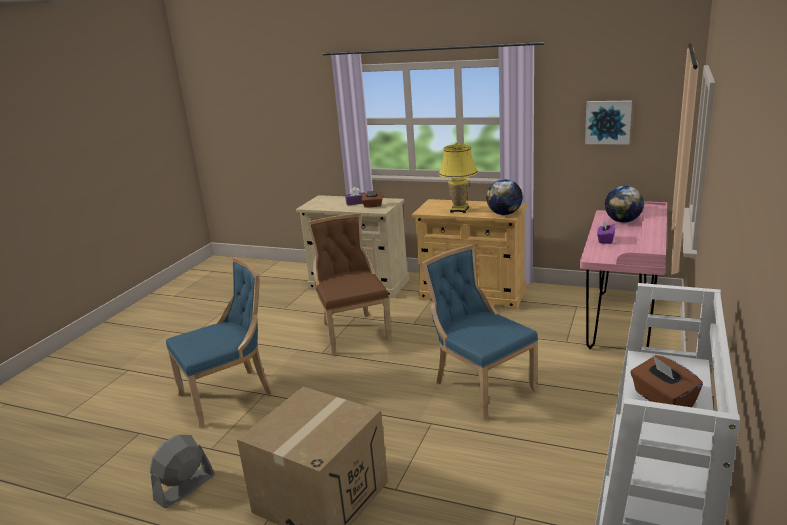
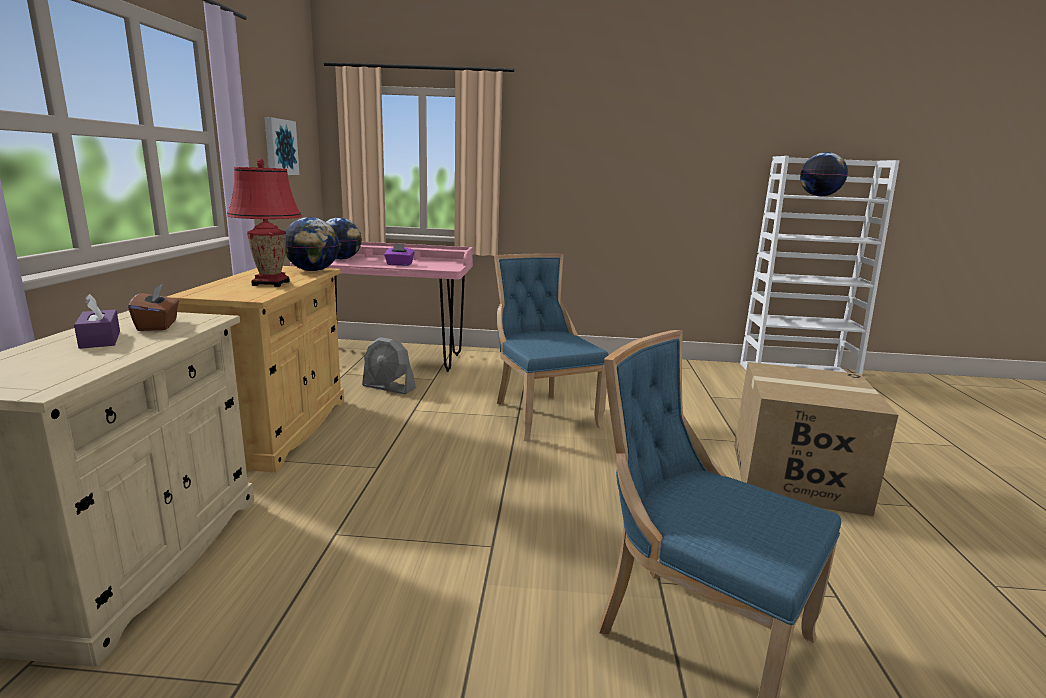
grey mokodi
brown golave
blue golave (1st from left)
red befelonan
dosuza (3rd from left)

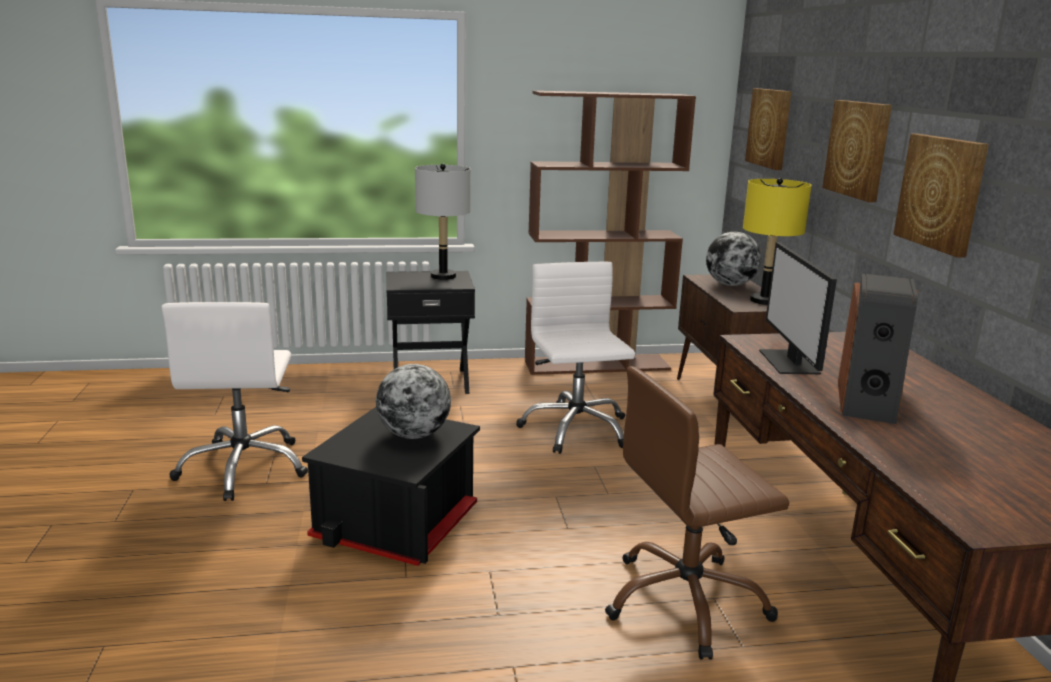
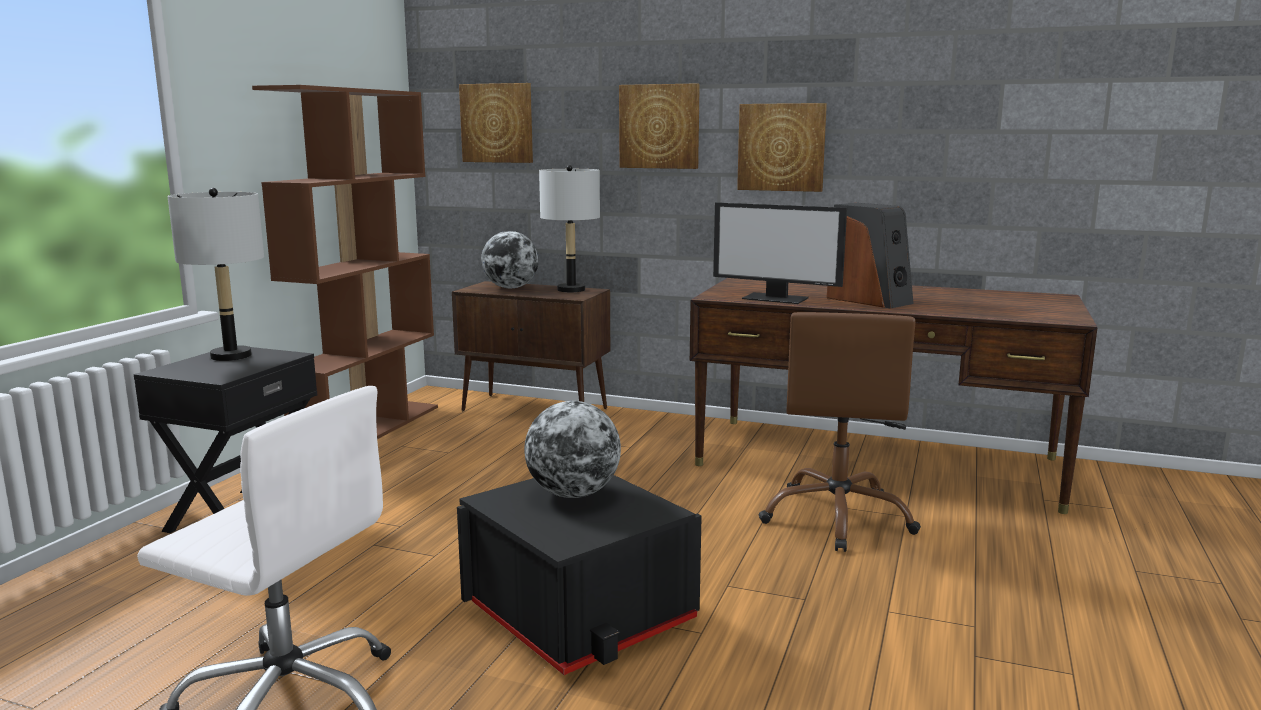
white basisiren (2nd from left in the first image)
grey befelonan (2nd from left)

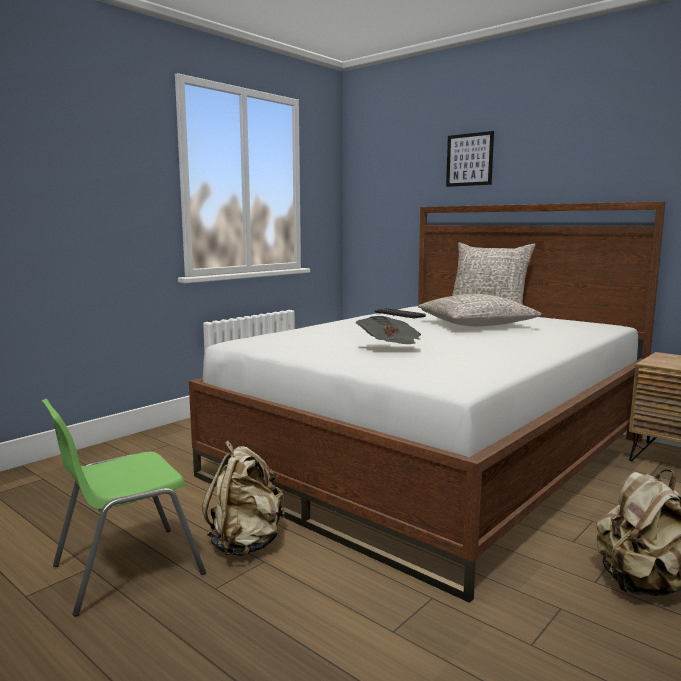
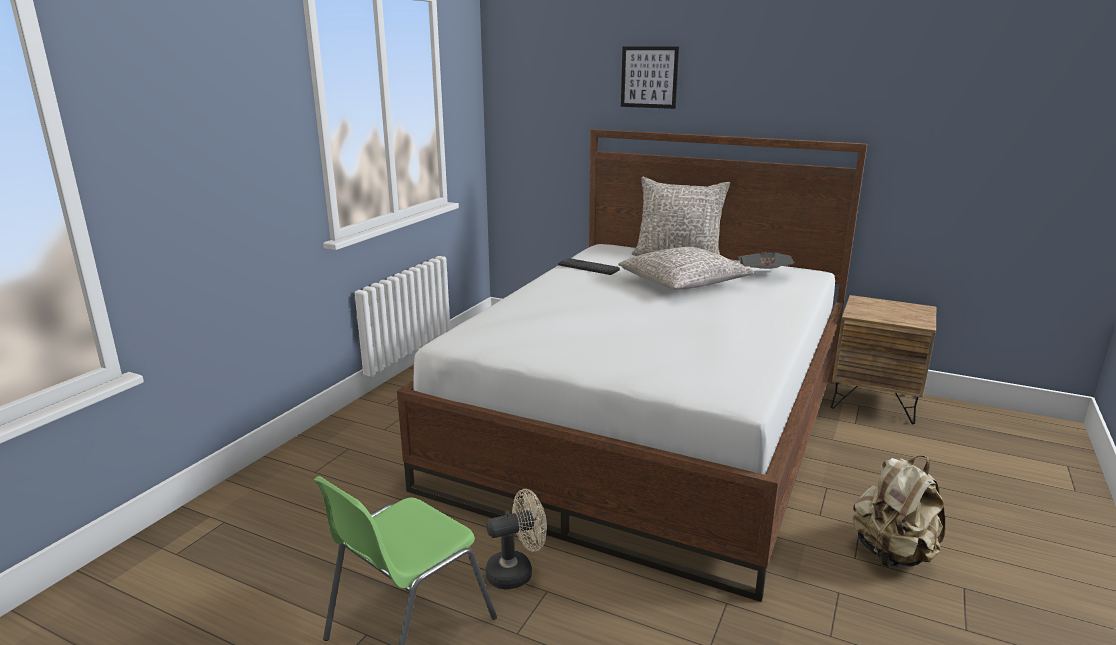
beige mokodi
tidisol

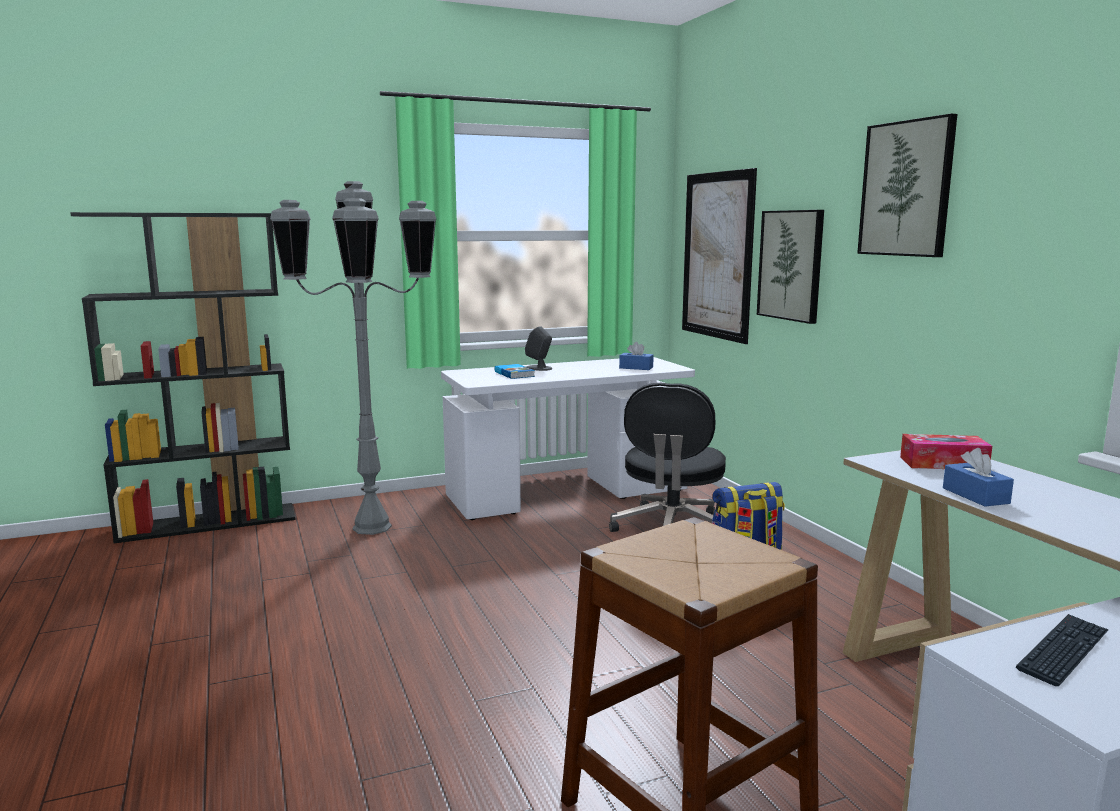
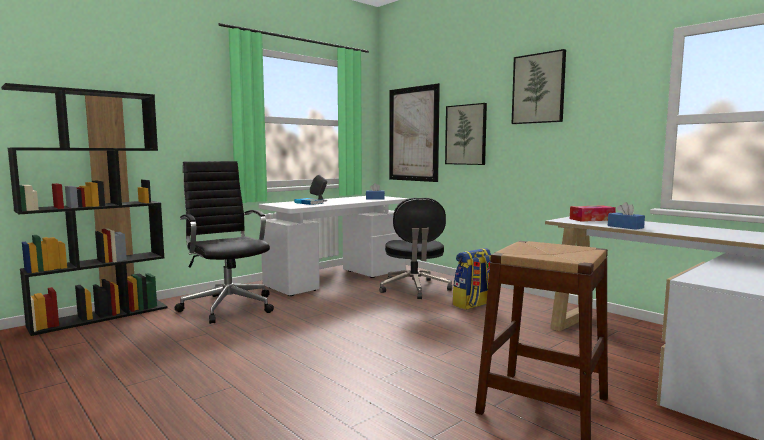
black basisiren (1st from left)
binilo

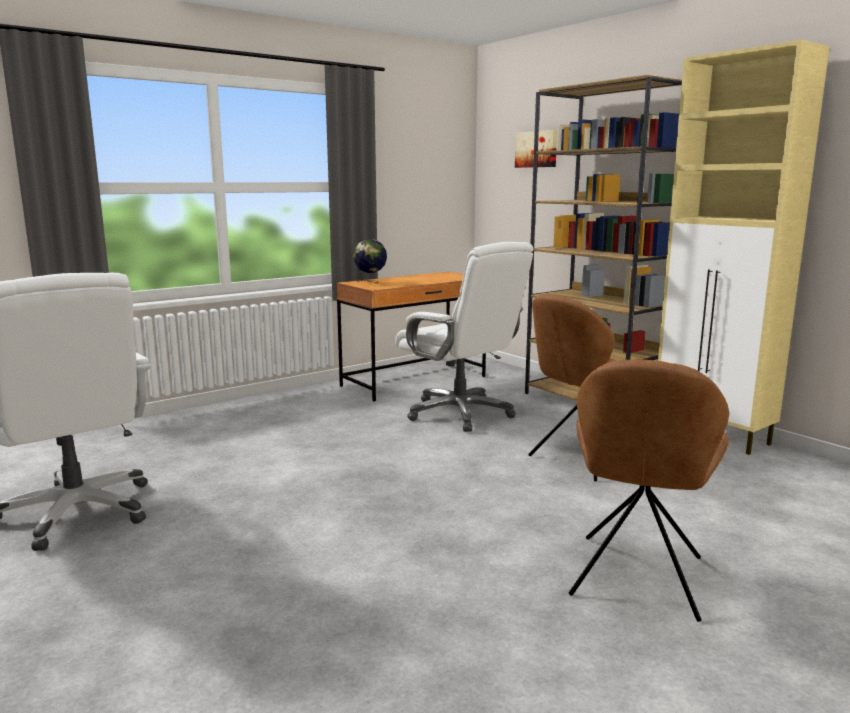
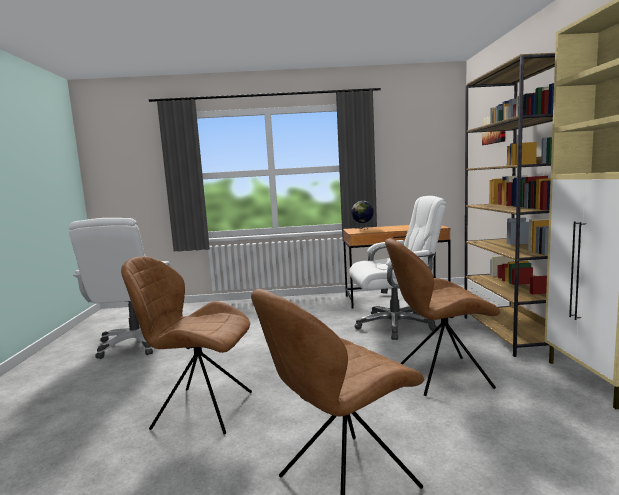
white basisiren (2nd from left)
brown golave (1st from left)

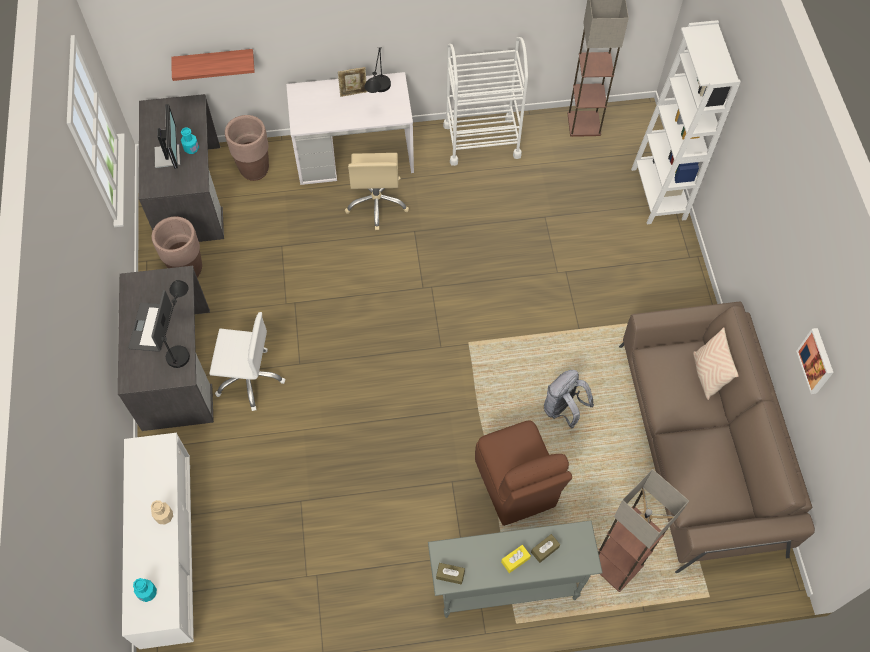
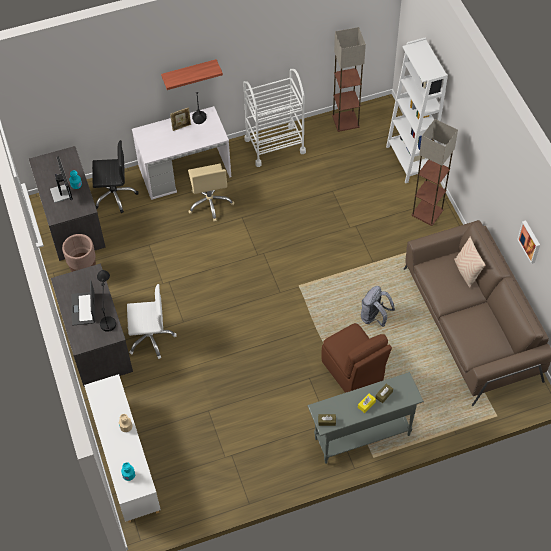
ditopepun
black basisiren
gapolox (2nd from left)

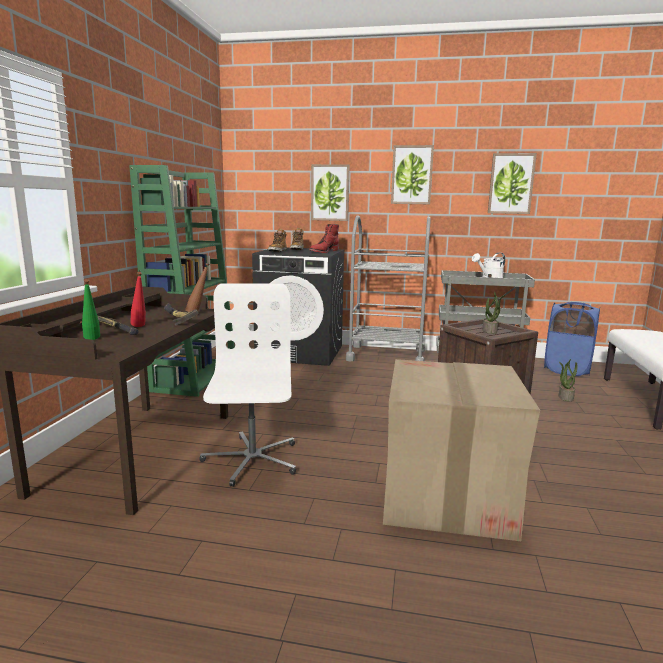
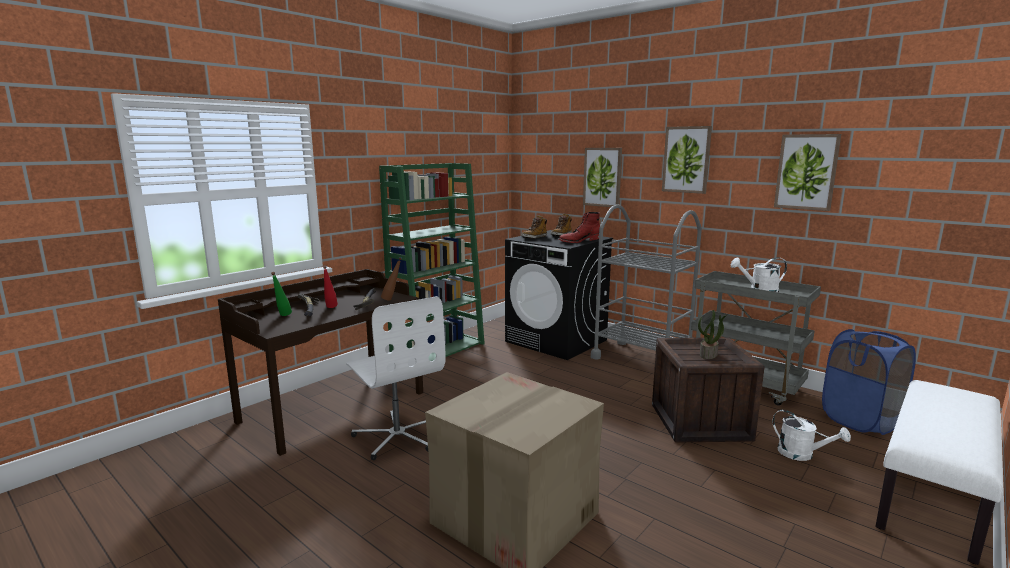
white basisiren
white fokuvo (2nd from left)

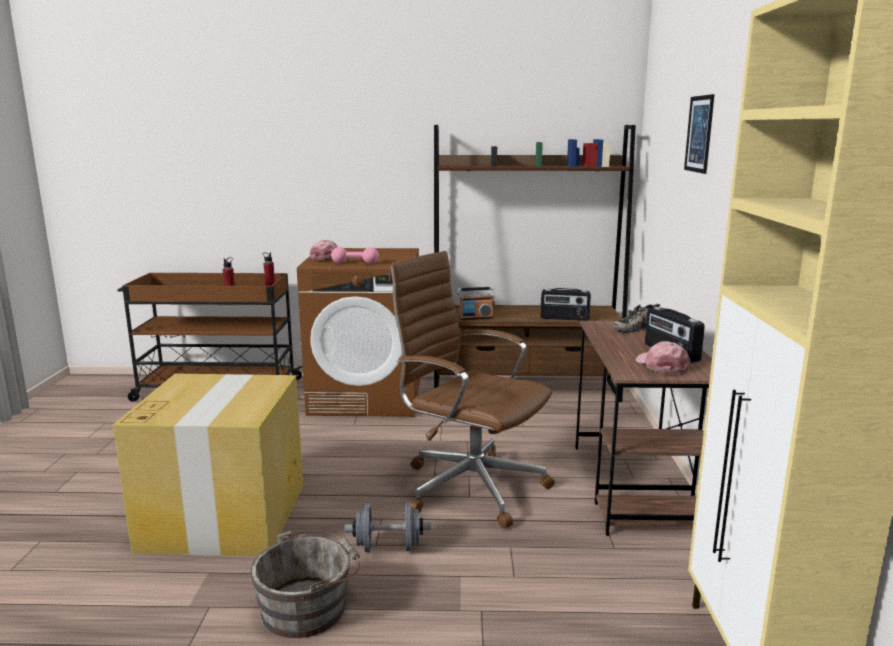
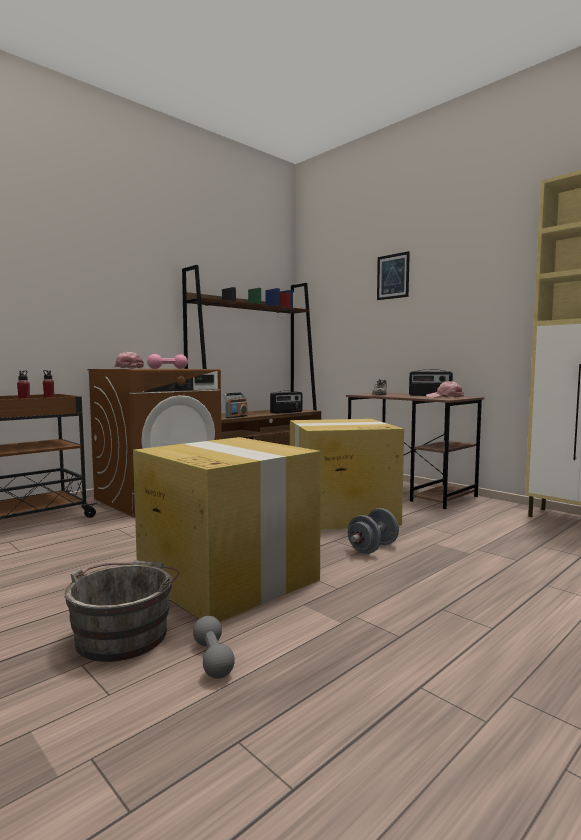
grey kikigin
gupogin (2nd from left)
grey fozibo (1st from left)

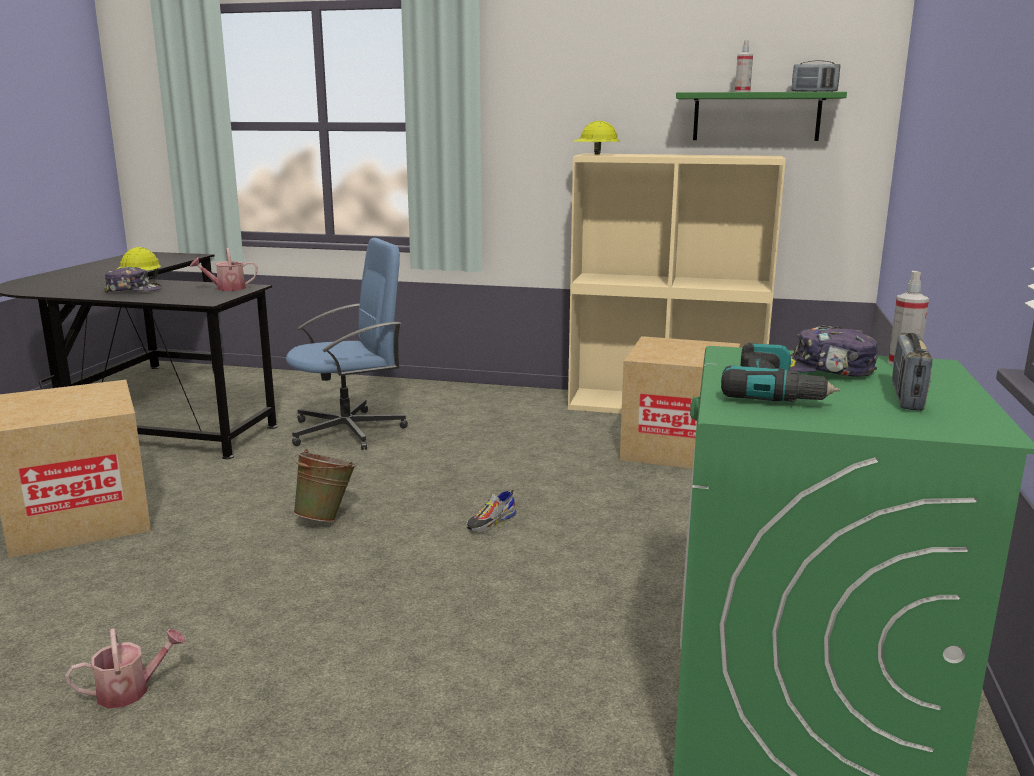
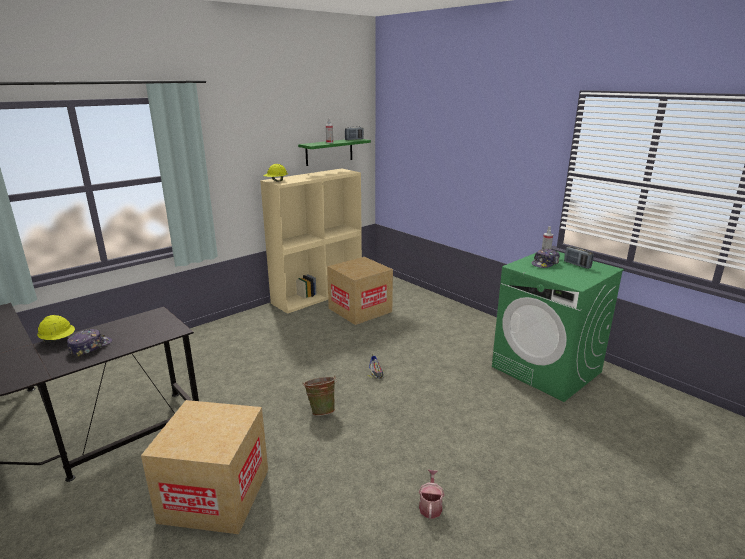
fokuvo (2nd from left in the first image)
blue basisiren
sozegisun

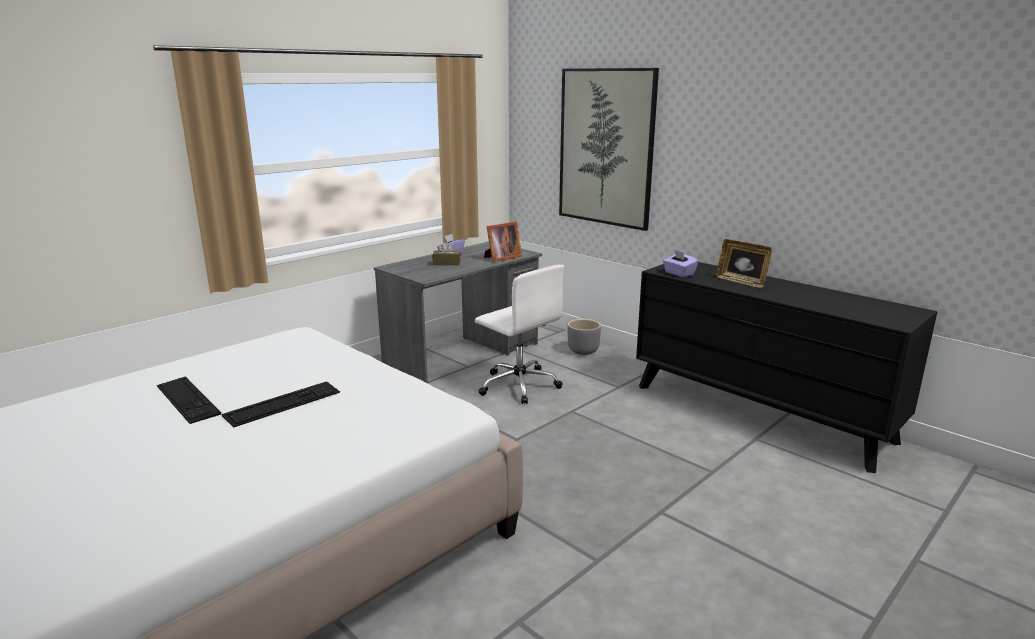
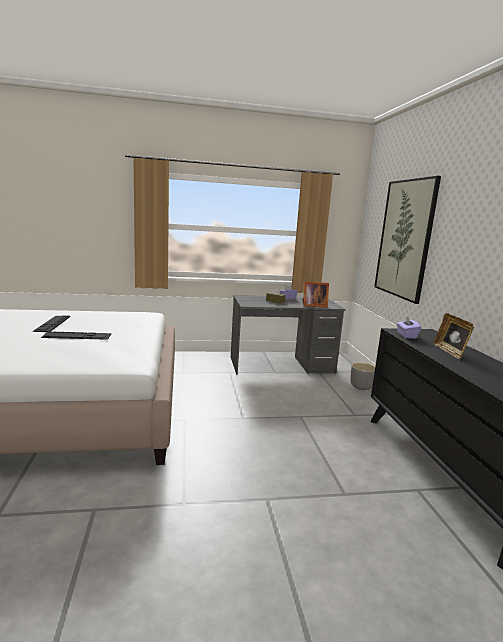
white basisiren

